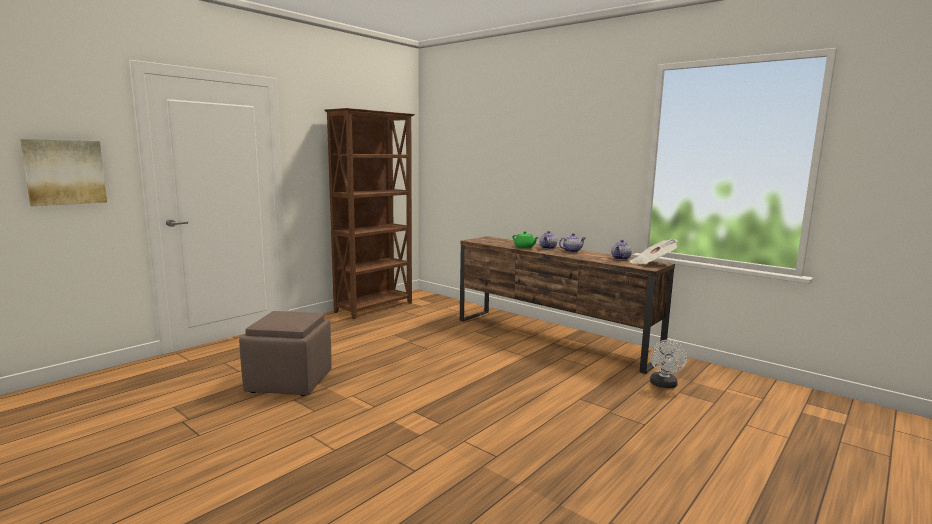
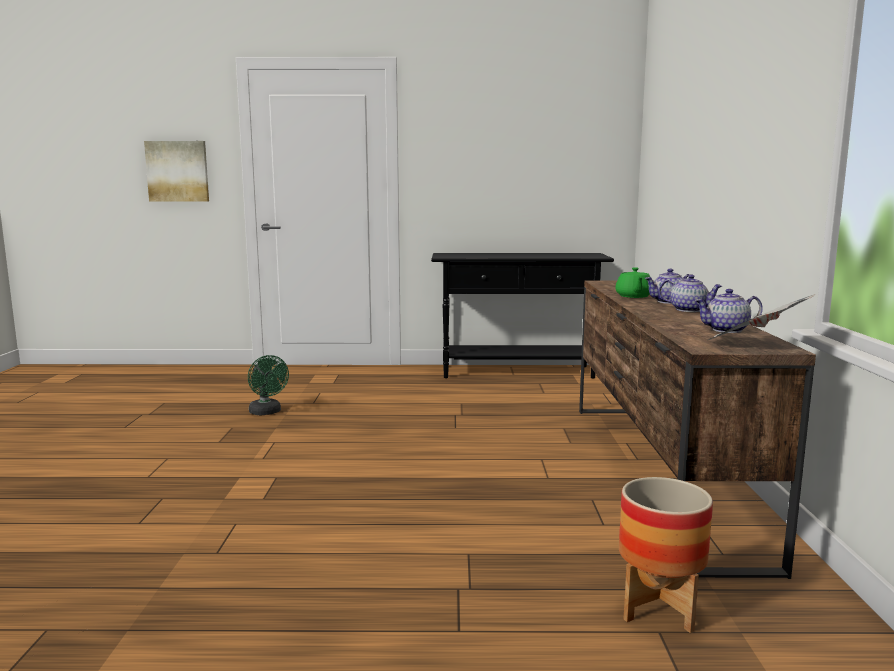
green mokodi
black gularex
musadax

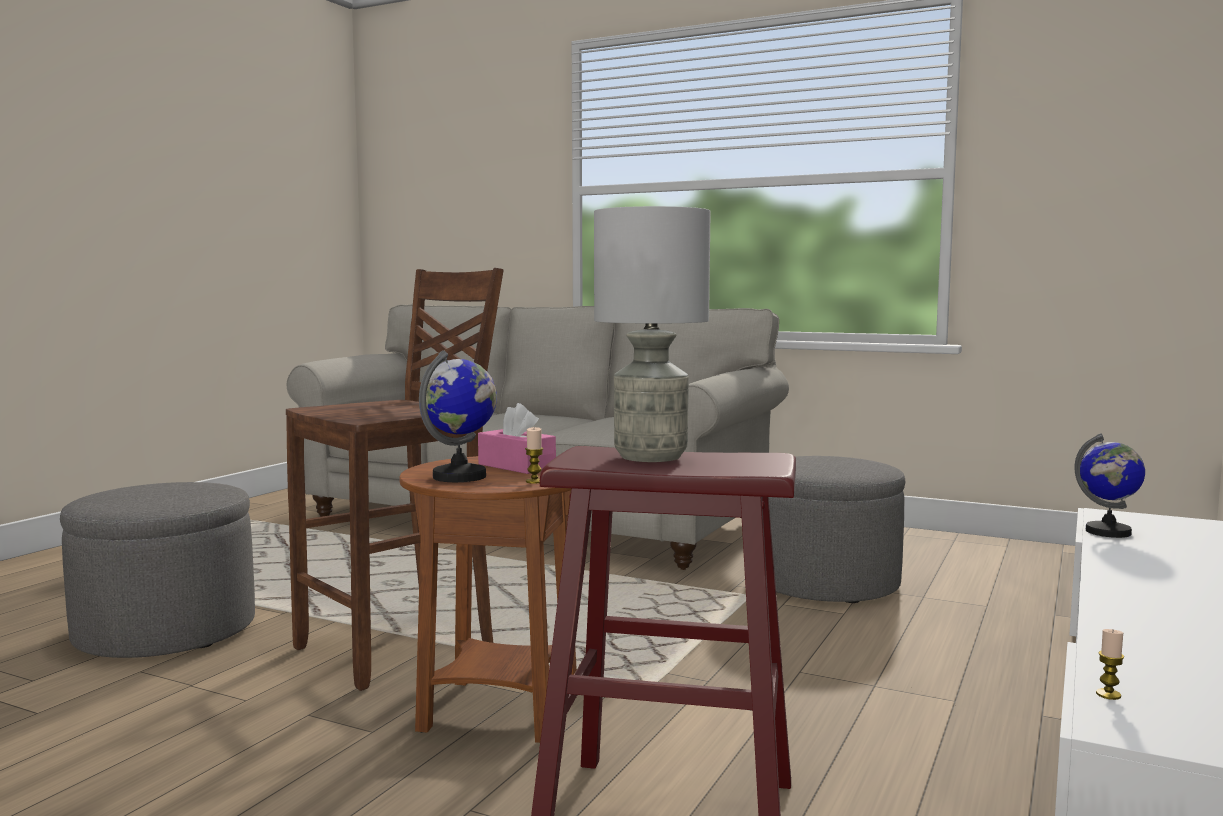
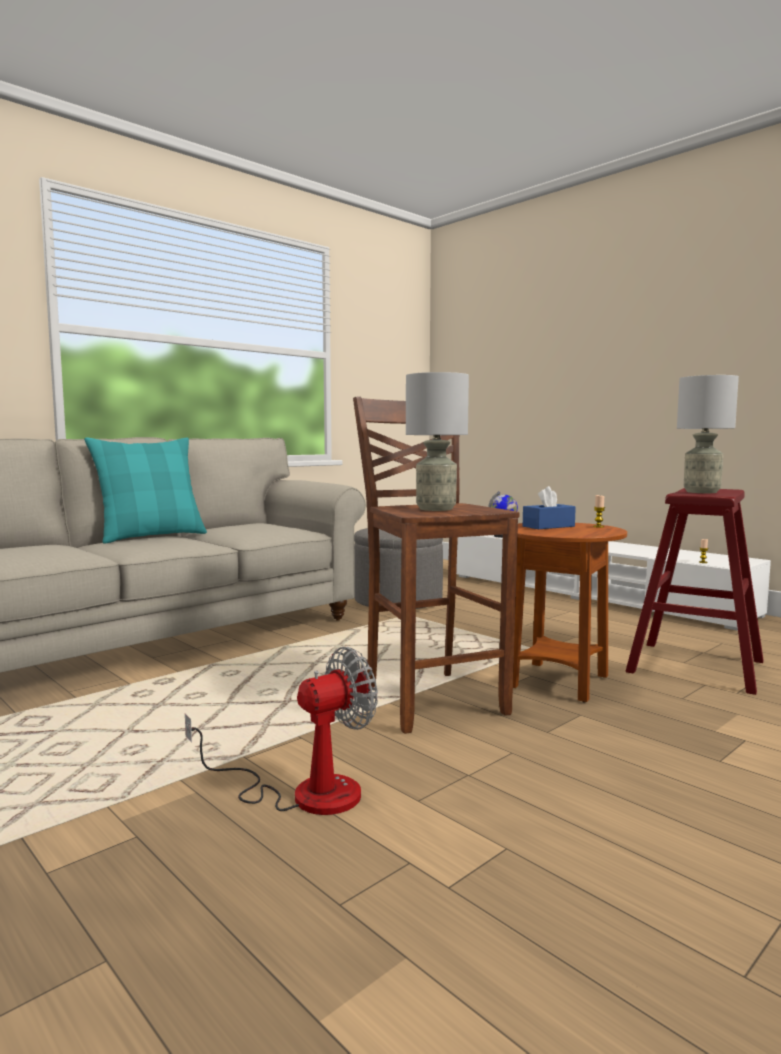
mokodi
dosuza (1st from left in the first image)
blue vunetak
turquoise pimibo
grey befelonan (1st from left)

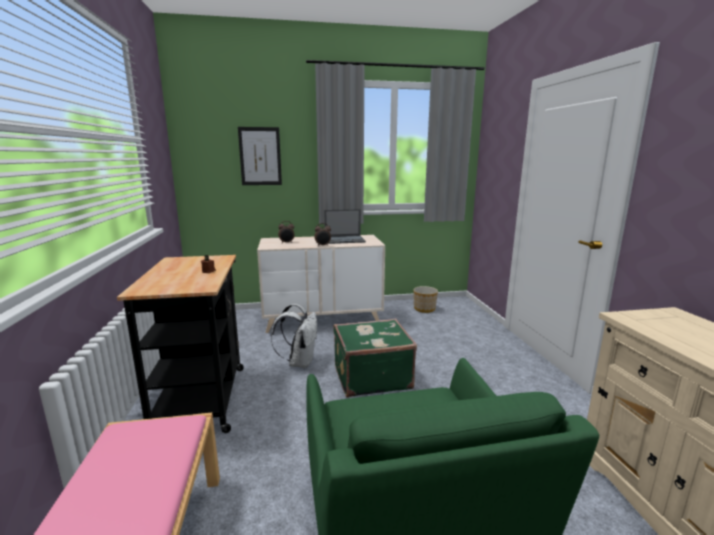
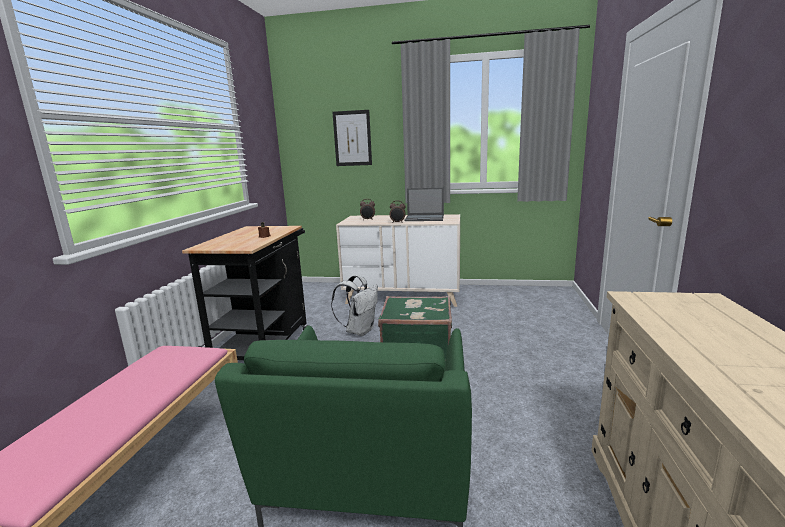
musadax

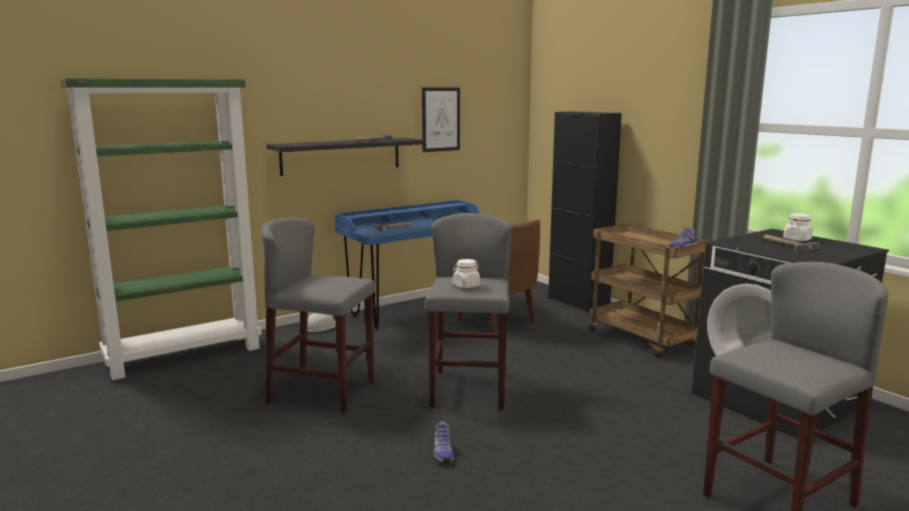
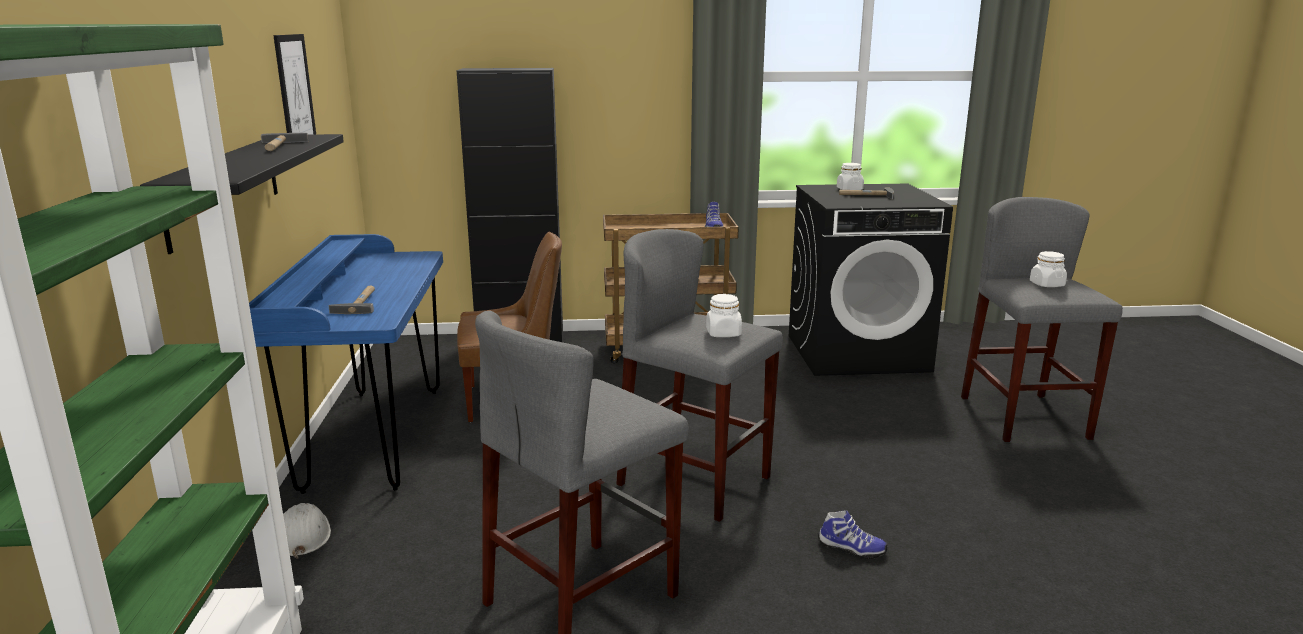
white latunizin (3rd from left)

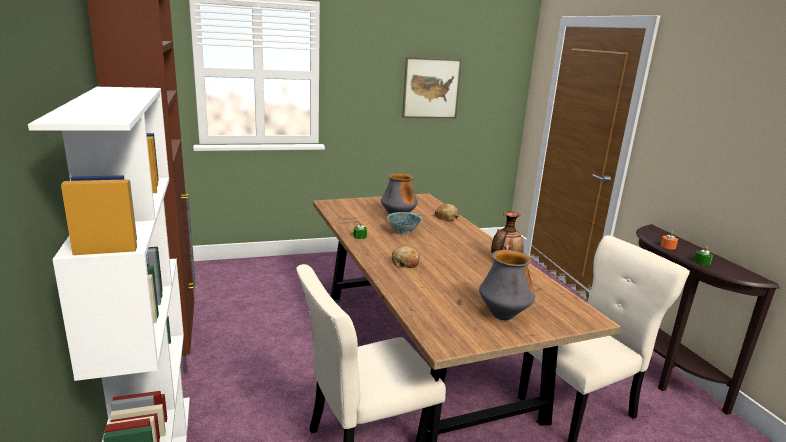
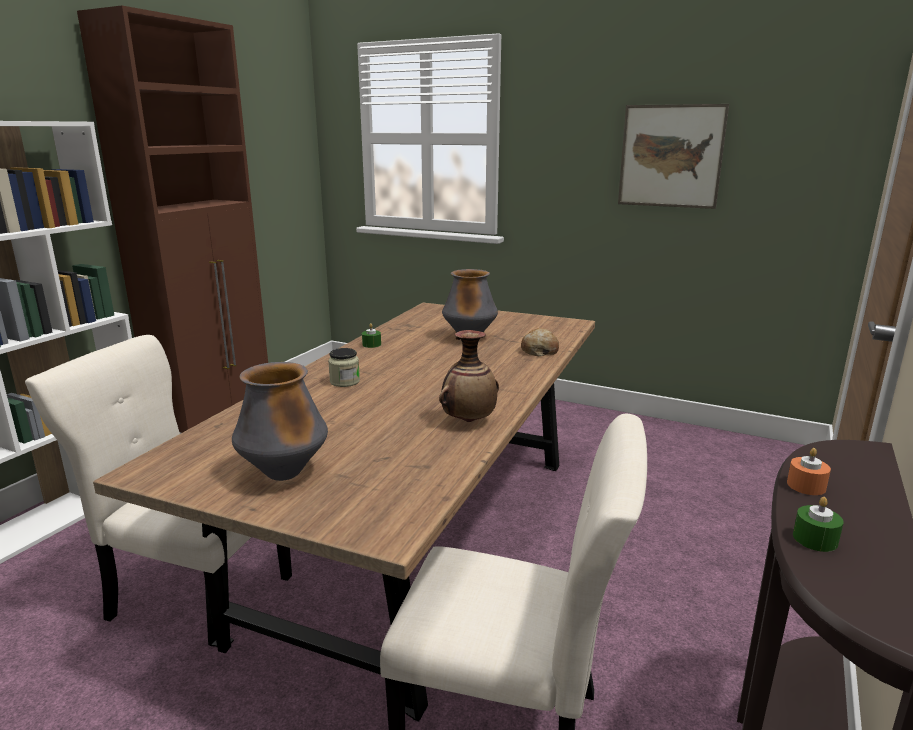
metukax
latunizin

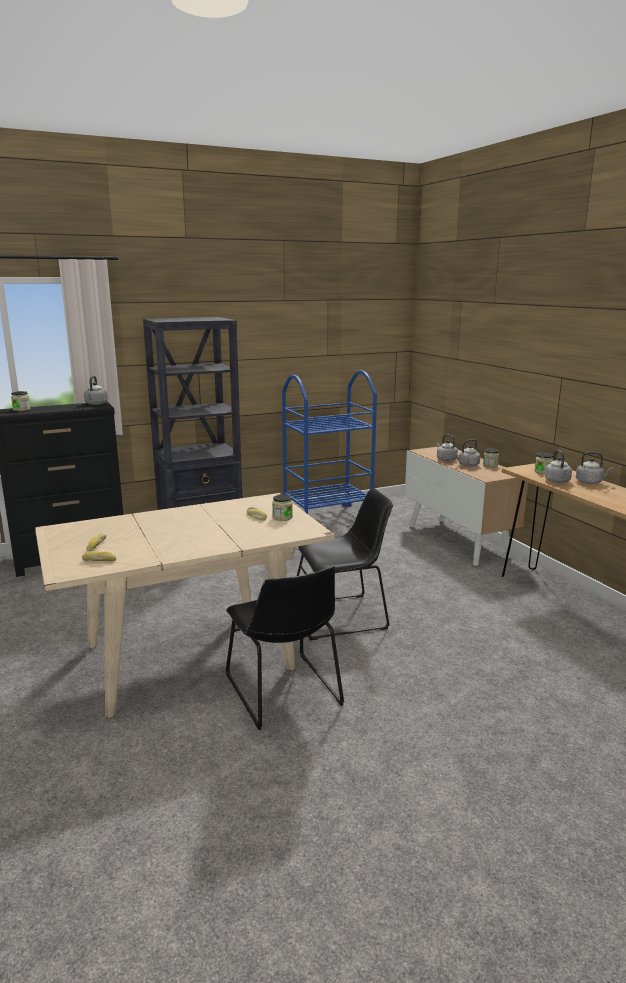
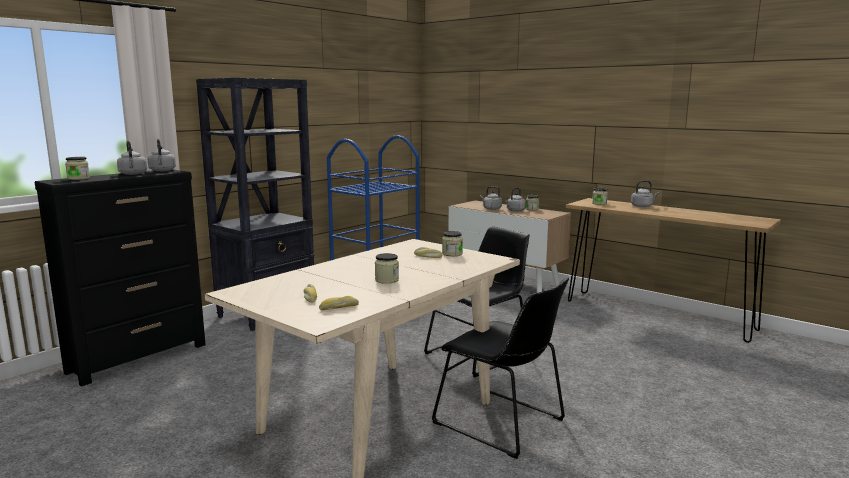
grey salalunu (1st from left)
latunizin (2nd from left)

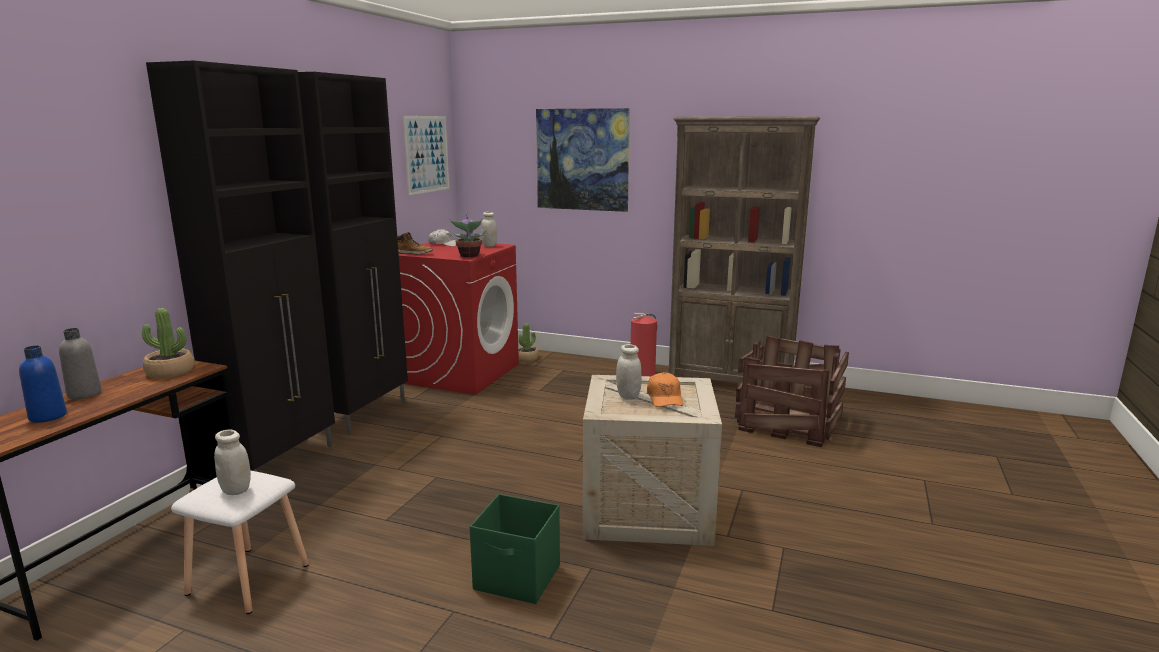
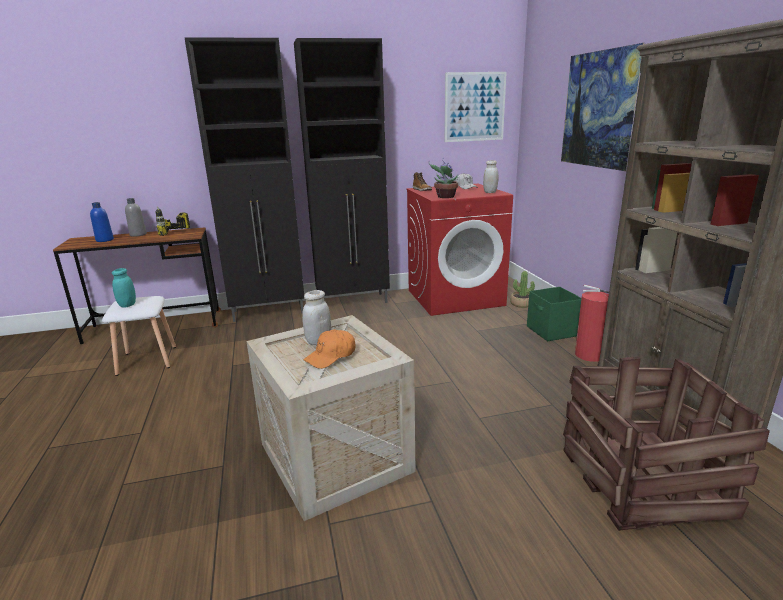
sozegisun
turquoise latunizin
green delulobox

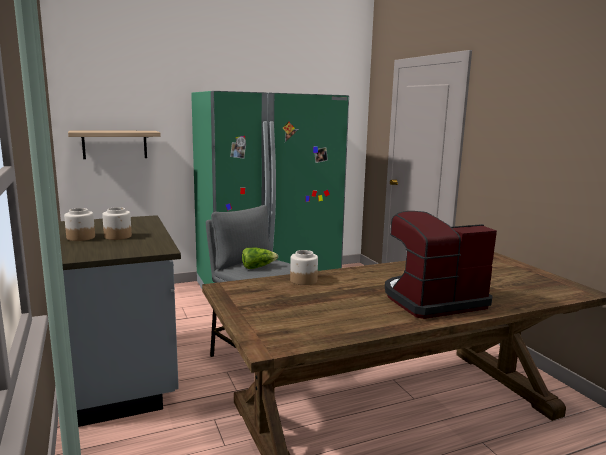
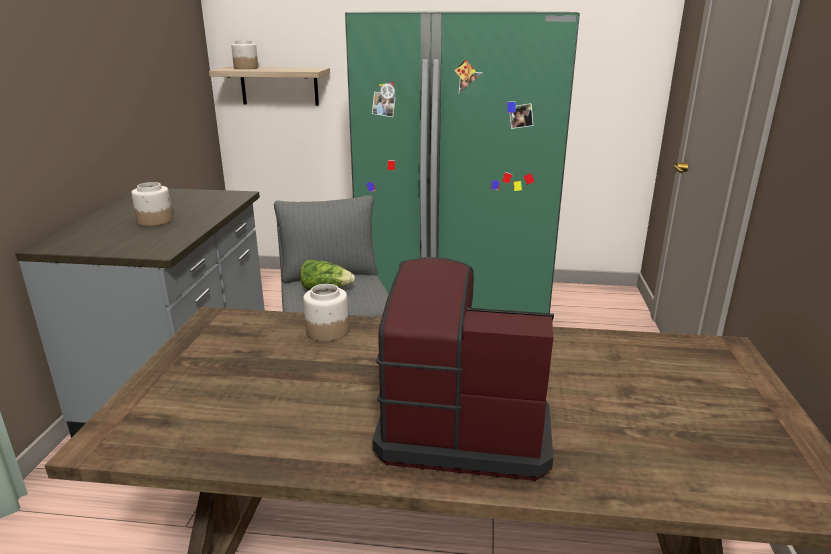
latunizin (2nd from left)

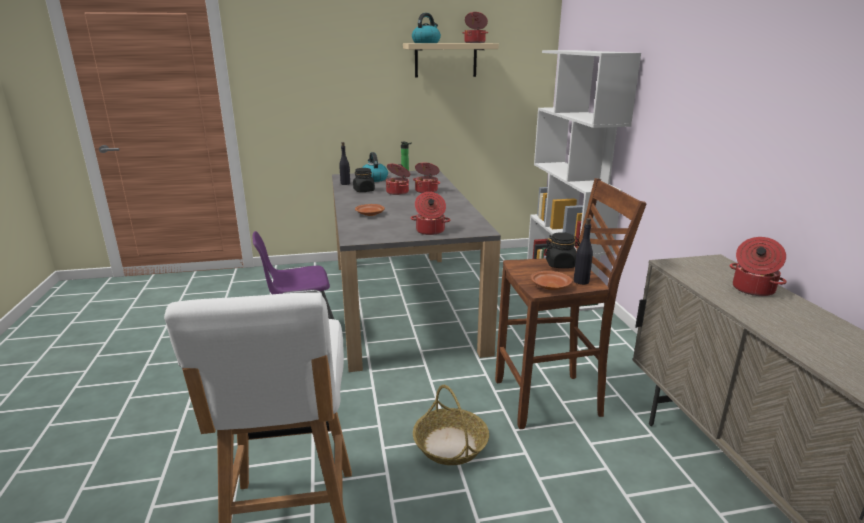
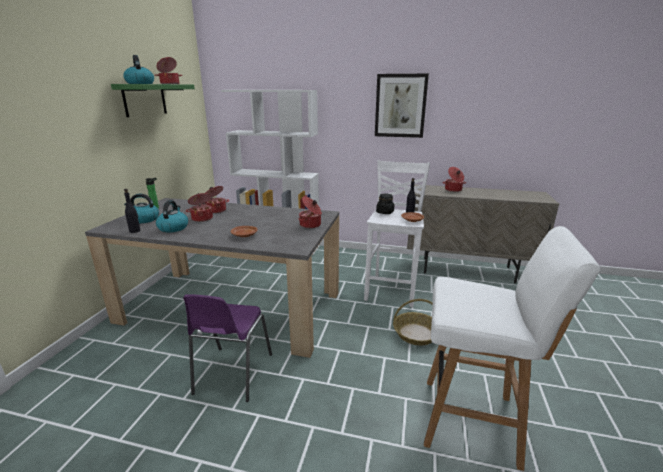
salalunu (3rd from left)
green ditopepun
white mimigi (1st from left)
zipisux

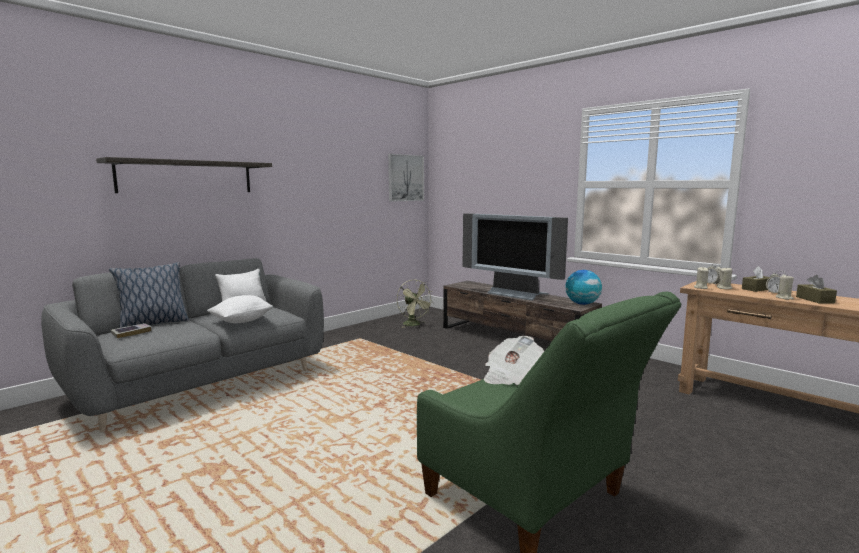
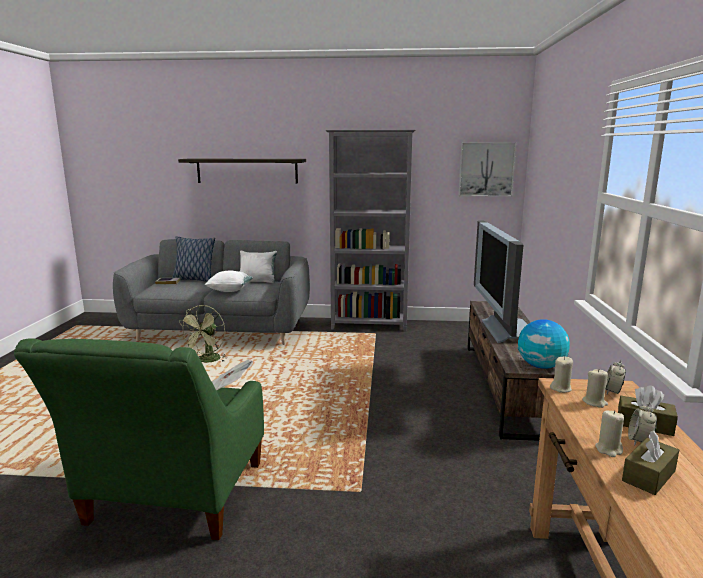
green mokodi
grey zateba

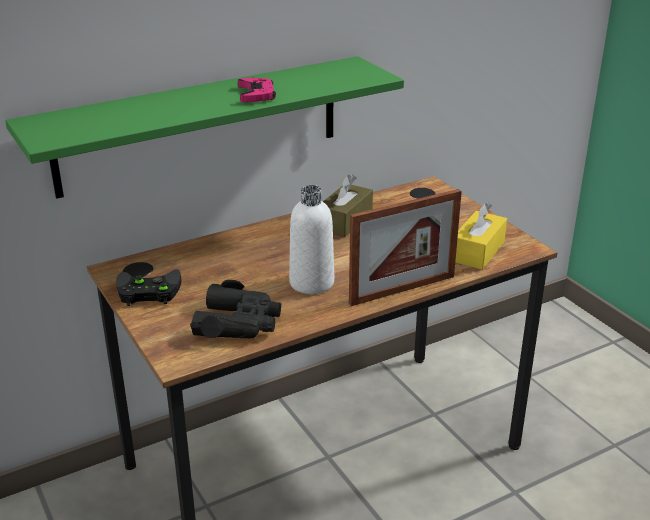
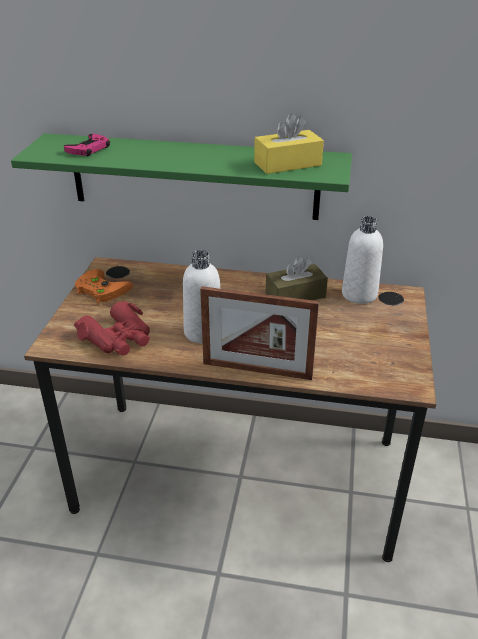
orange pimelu
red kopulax
pink pimelu
yellow vunetak
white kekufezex (2nd from left)

